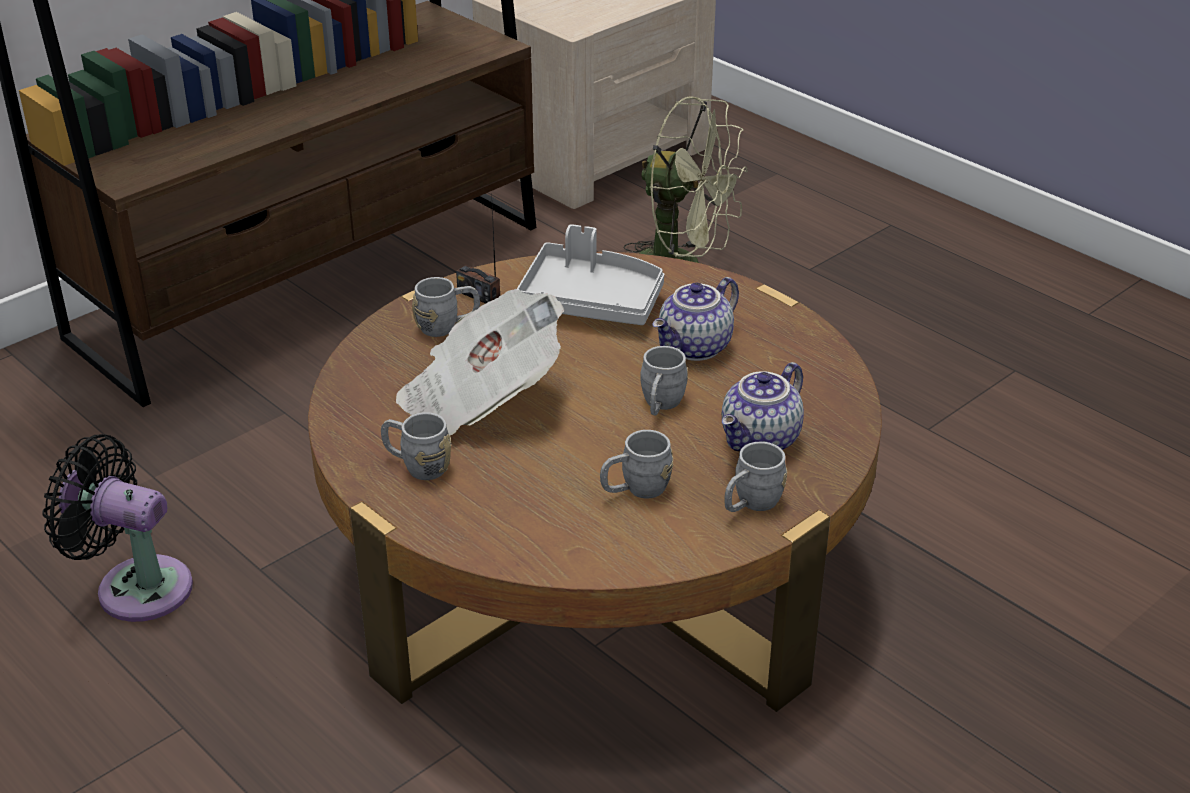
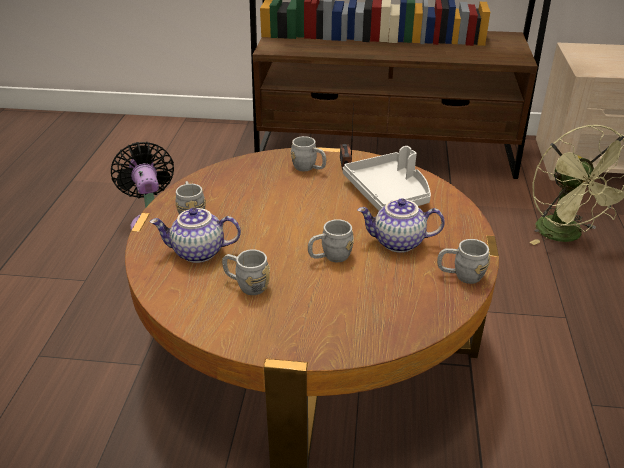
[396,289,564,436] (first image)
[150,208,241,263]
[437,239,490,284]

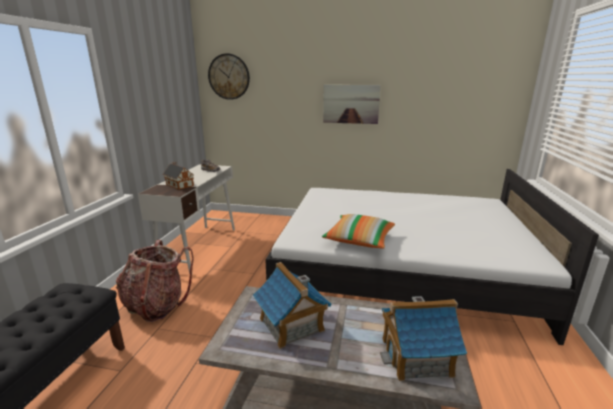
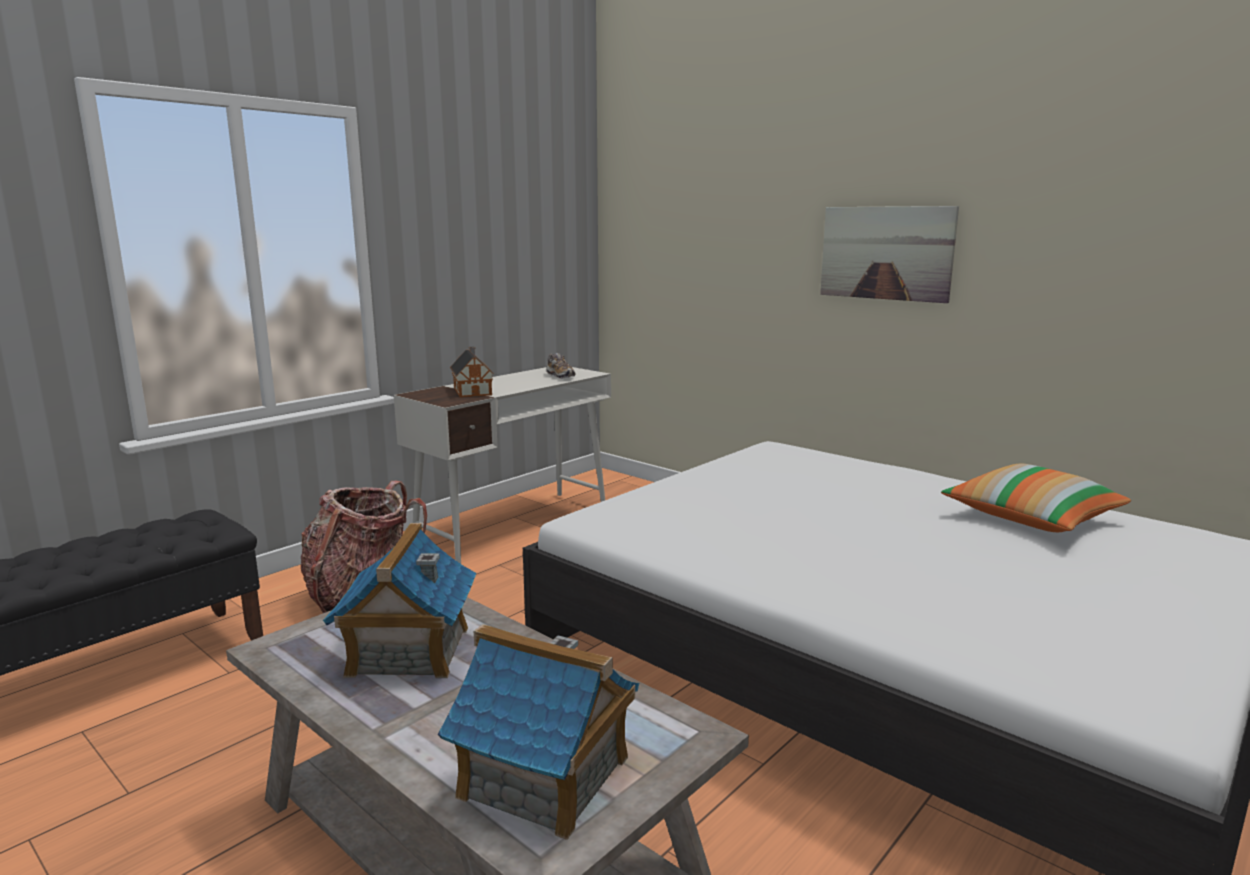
[208,53,250,100] (first image)
[941,464,1131,532]

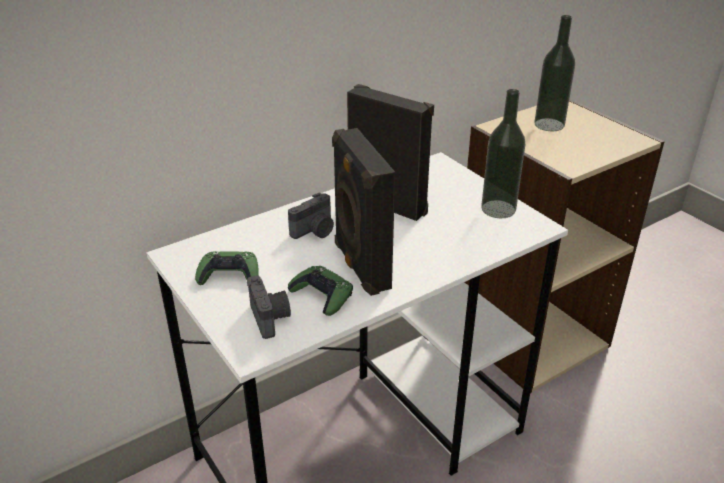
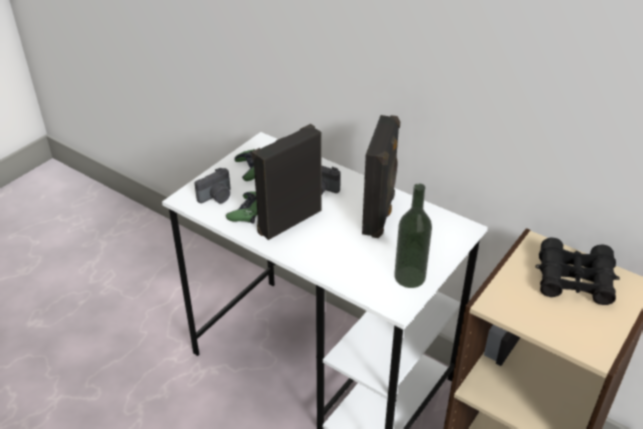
[535,238,620,305]

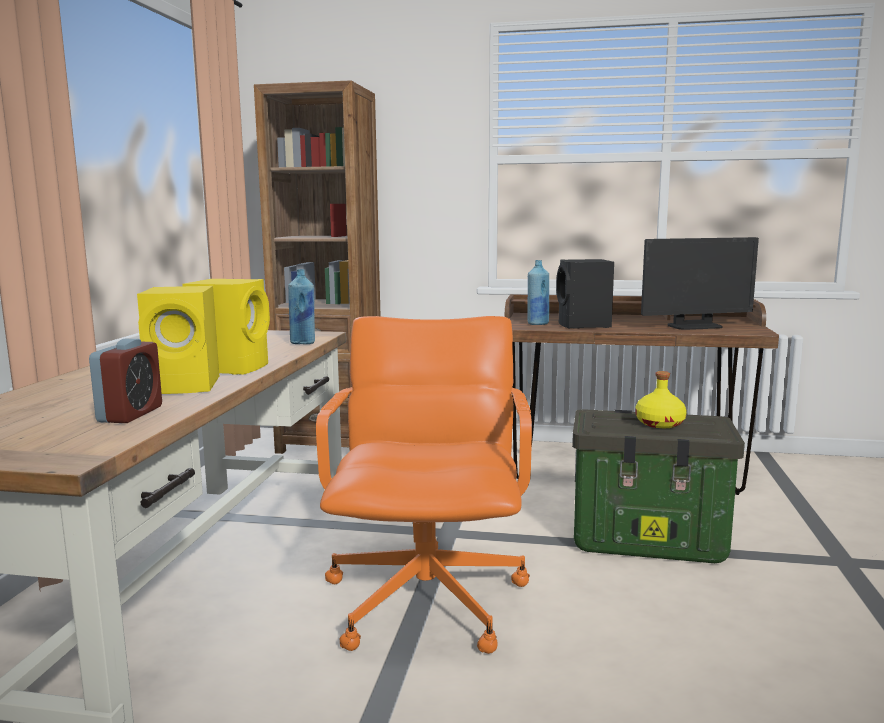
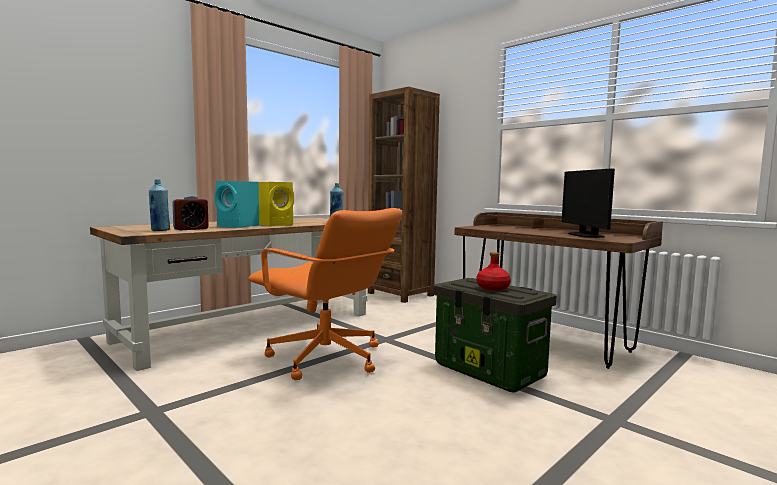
[556,259,614,329] (first image)
[149,180,170,231]
[214,181,259,228]
[477,252,511,291]
[248,208,402,380]
[562,168,615,238]

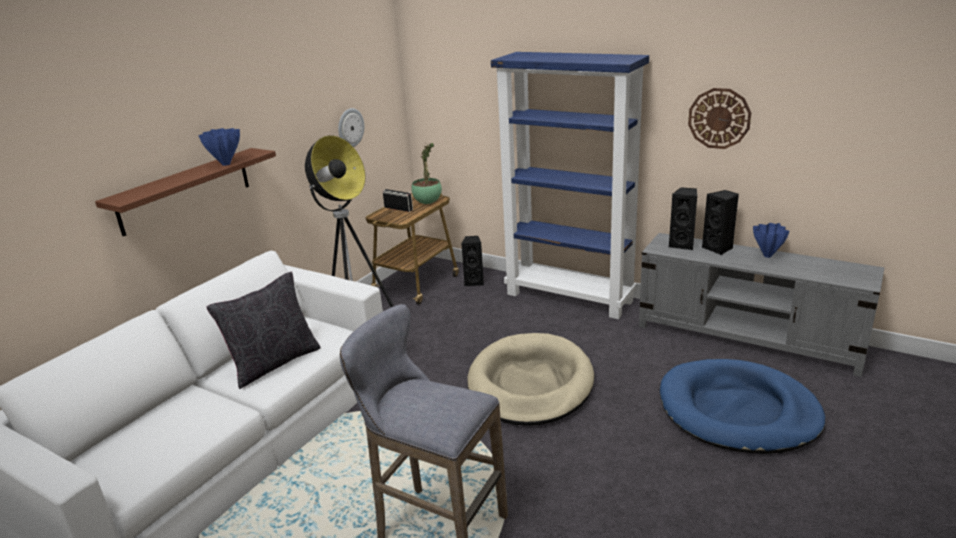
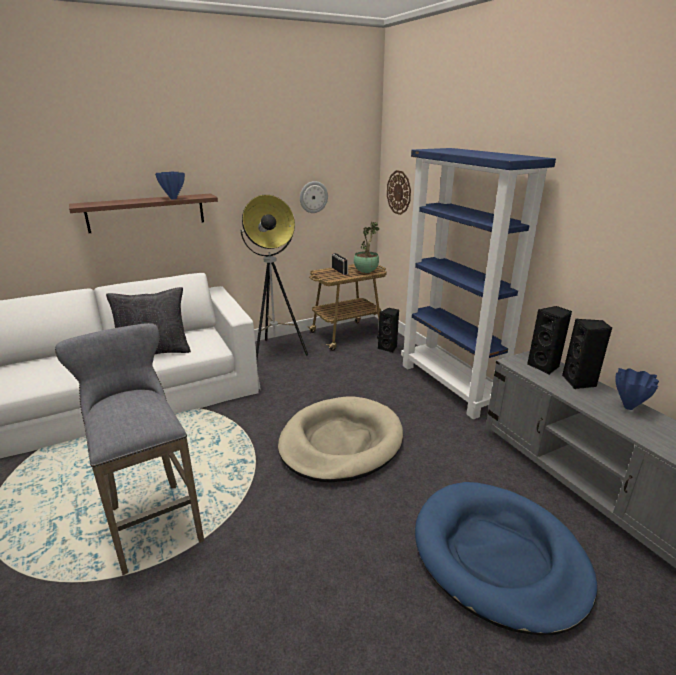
[387,170,411,215]

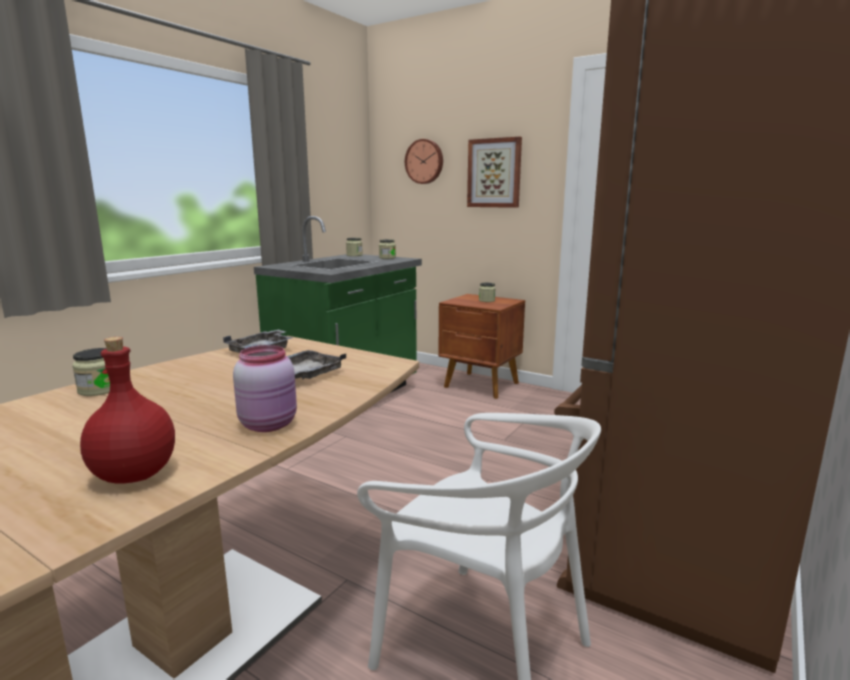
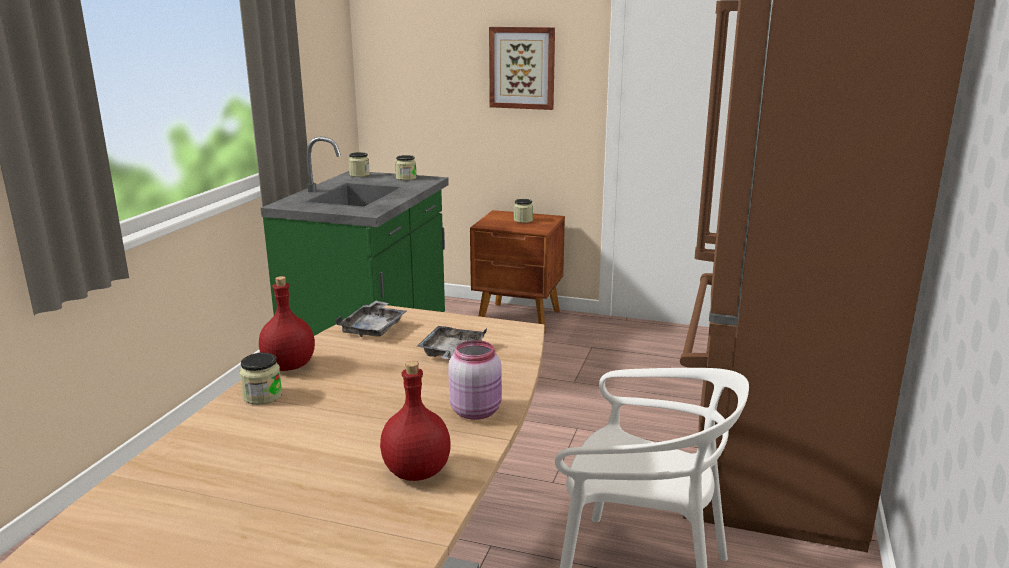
[405,139,443,184] (first image)
[259,276,315,371]

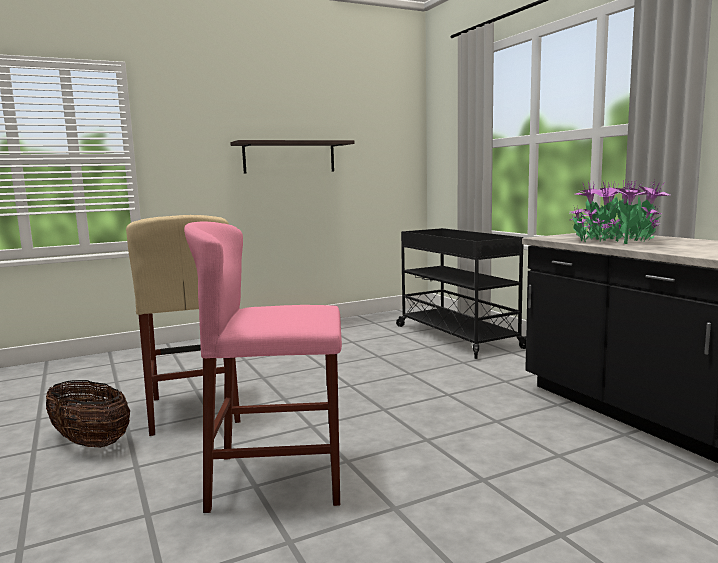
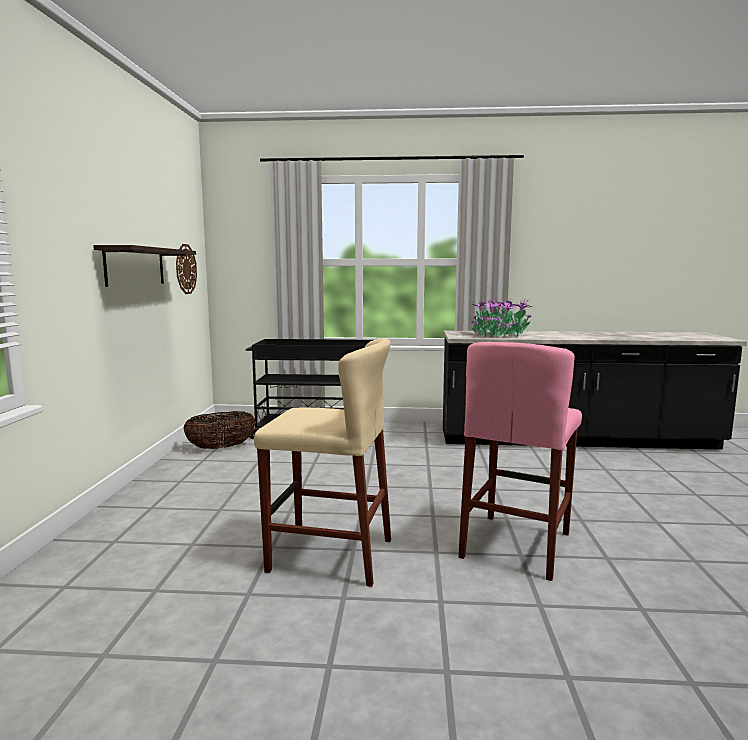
[176,244,197,294]
[183,411,256,449]

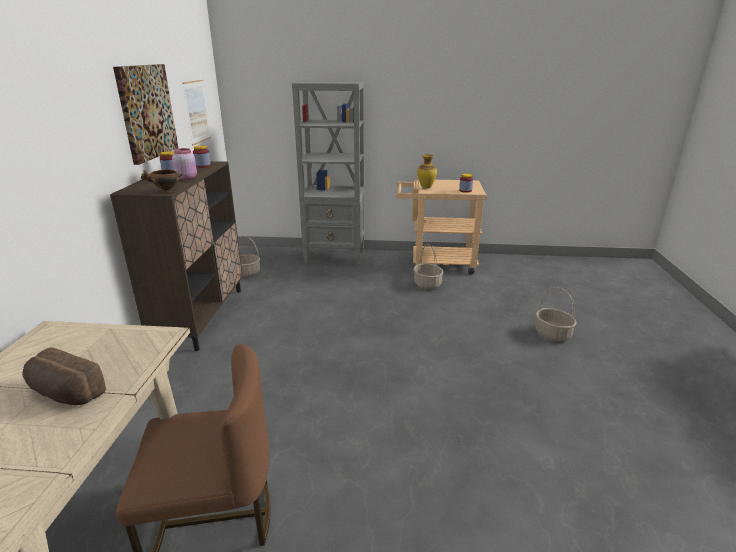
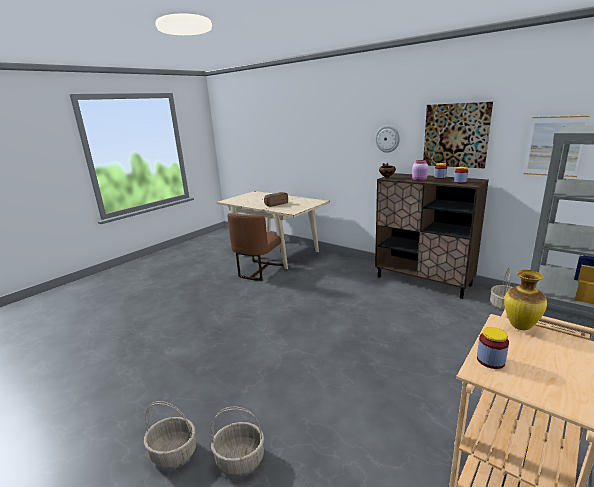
[375,125,400,153]
[144,401,196,467]

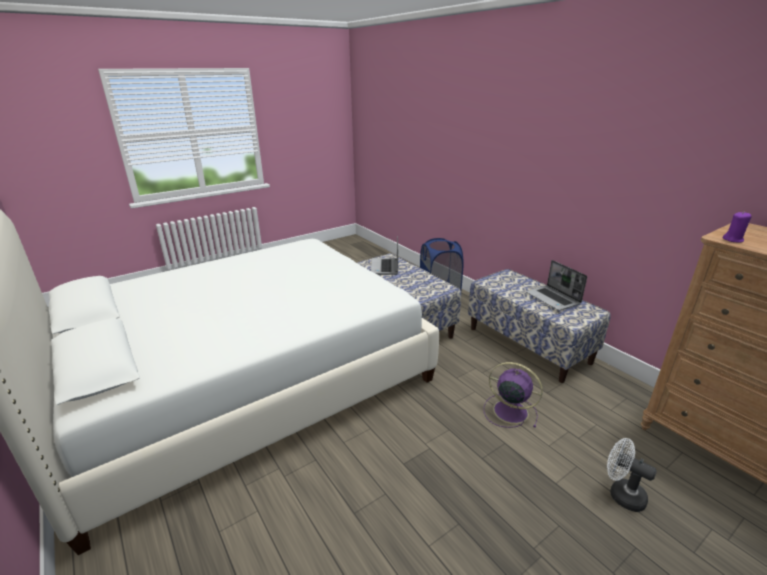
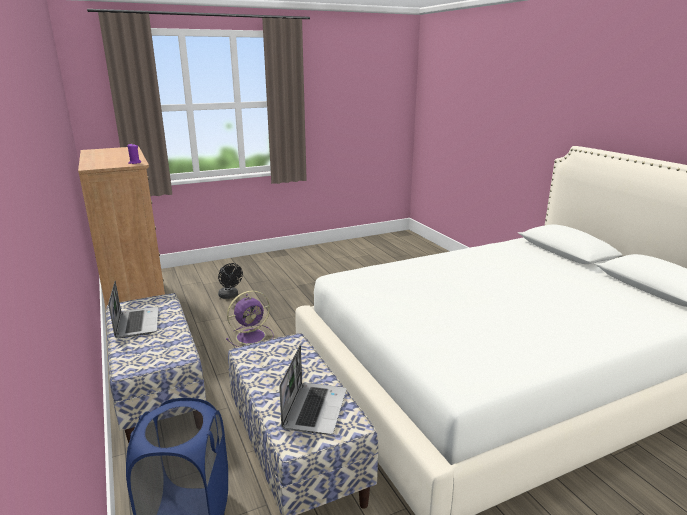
[218,263,243,299]
[226,290,274,347]

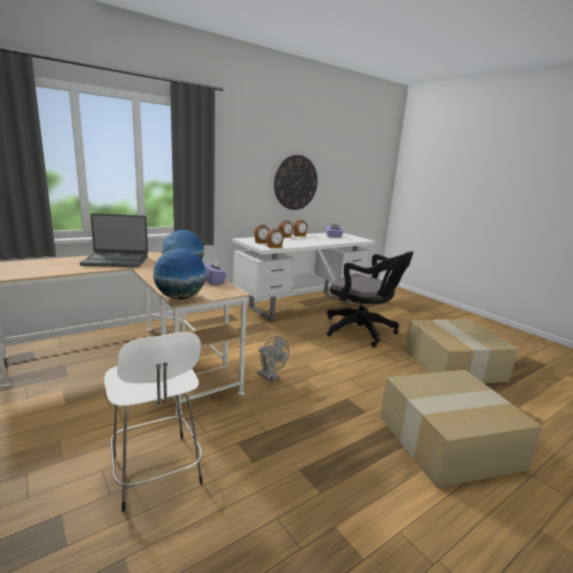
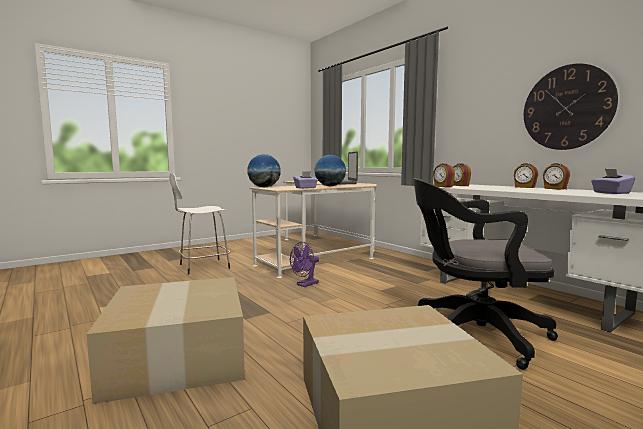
[290,242,319,287]
[413,178,558,370]

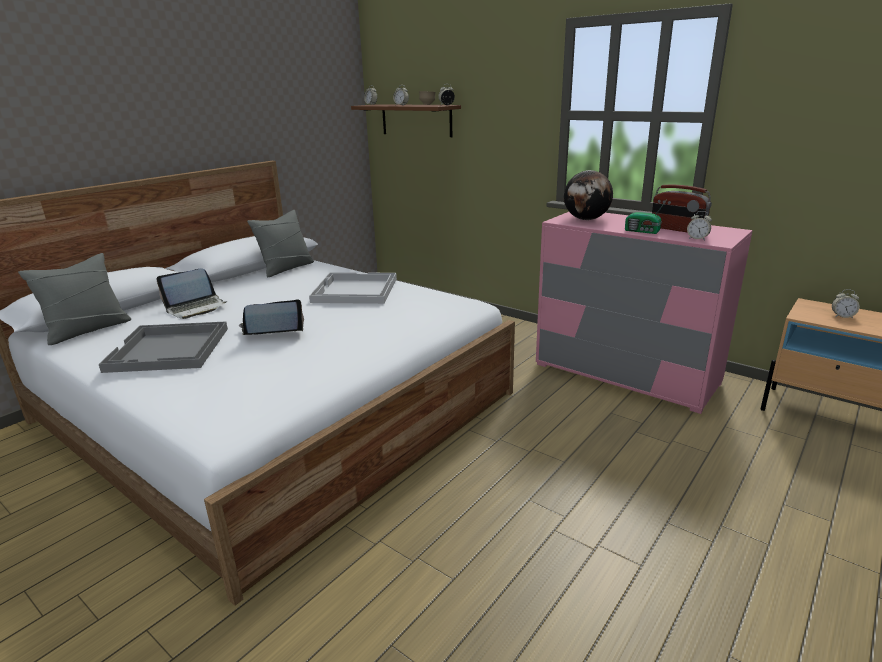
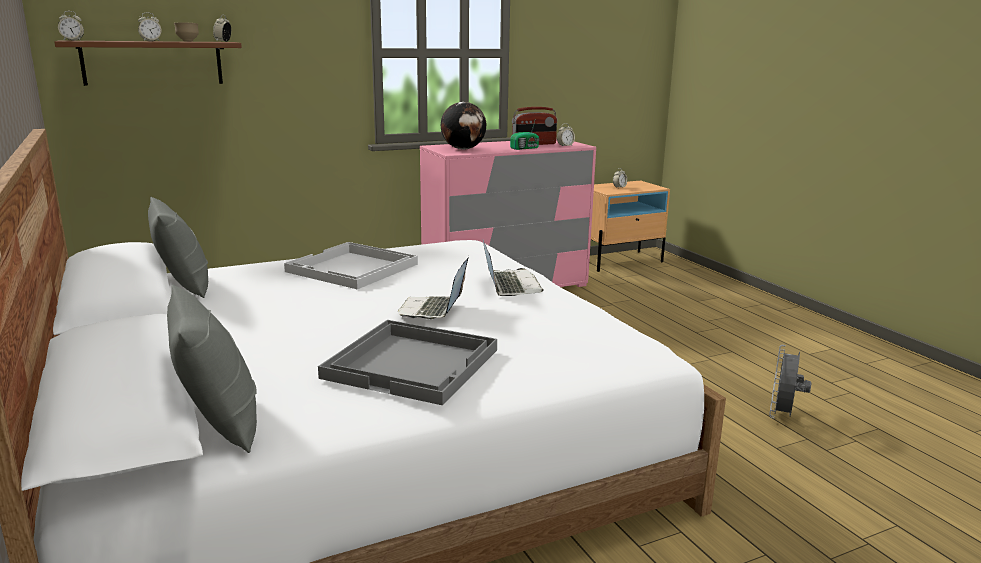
[769,345,812,419]
[483,240,544,296]

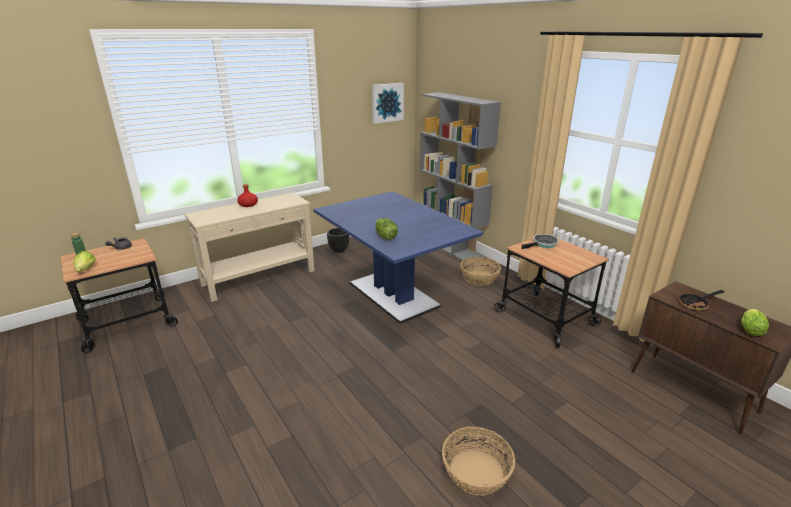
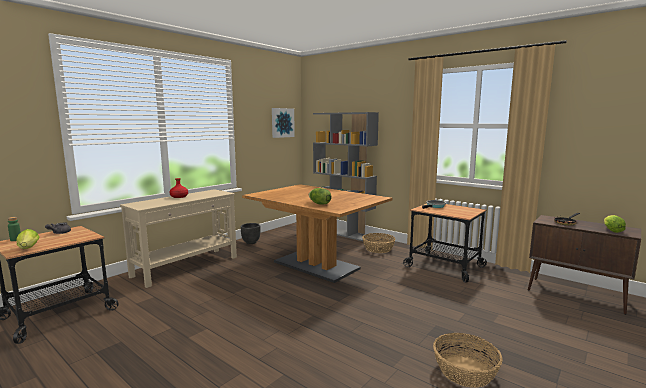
[242,184,392,283]

